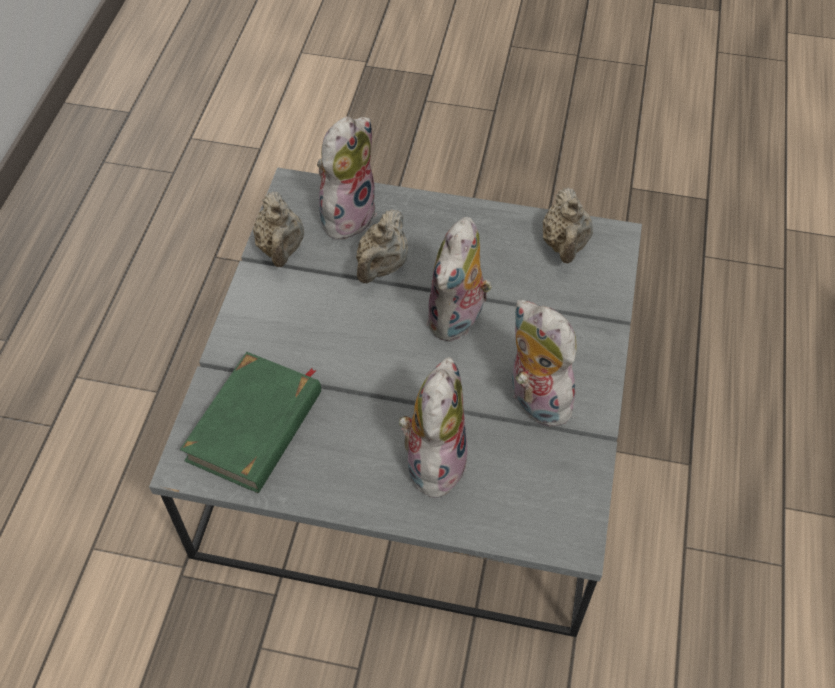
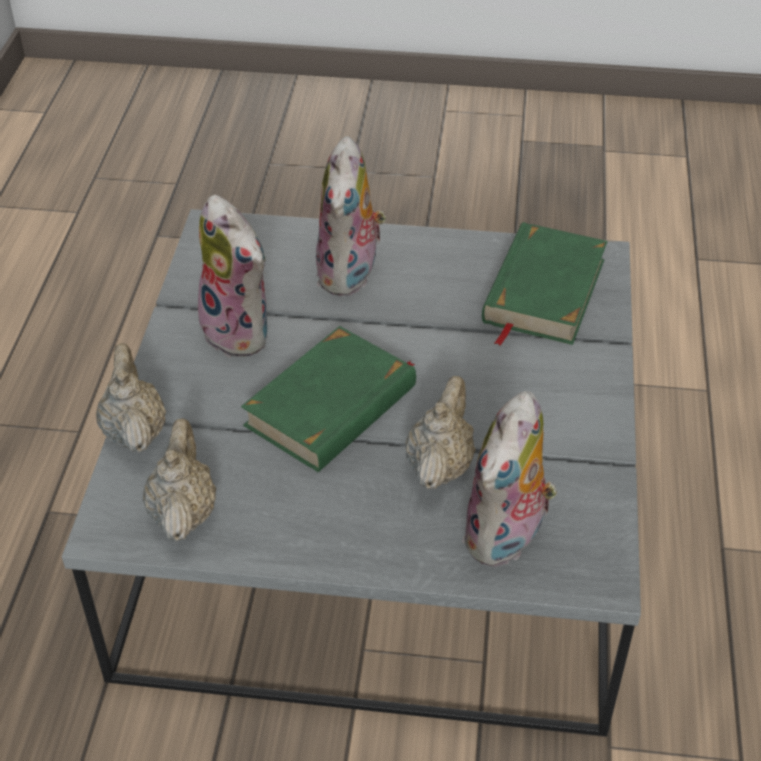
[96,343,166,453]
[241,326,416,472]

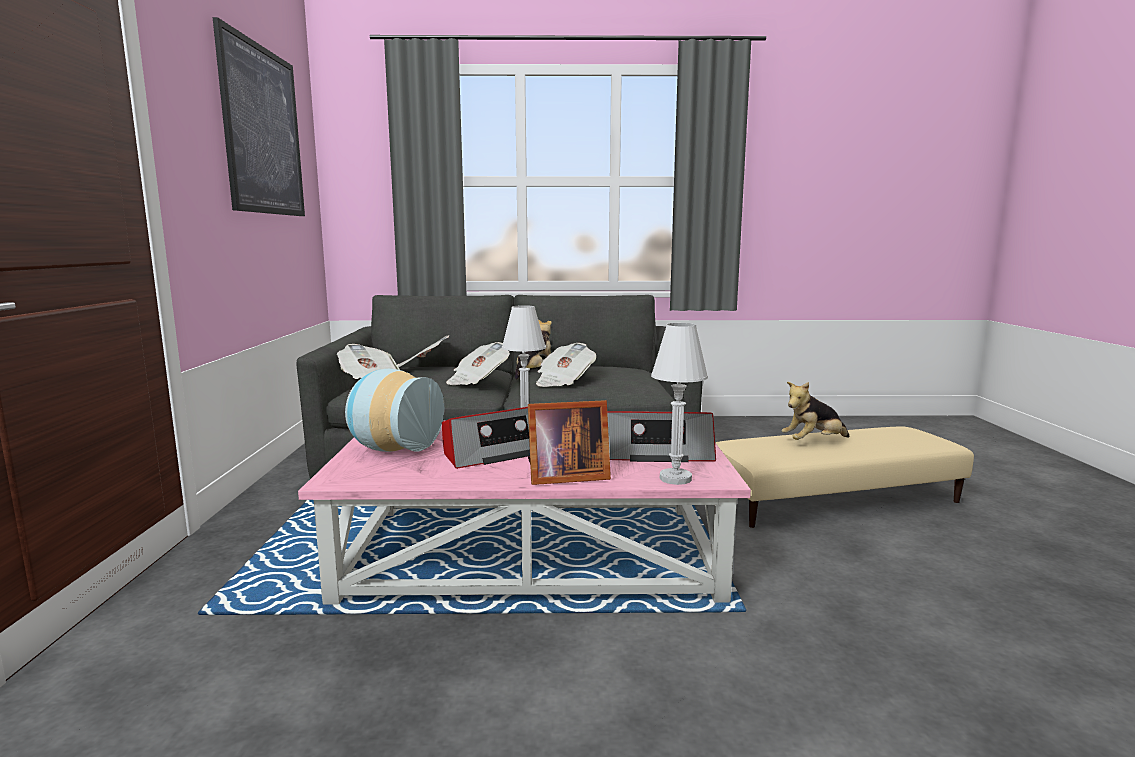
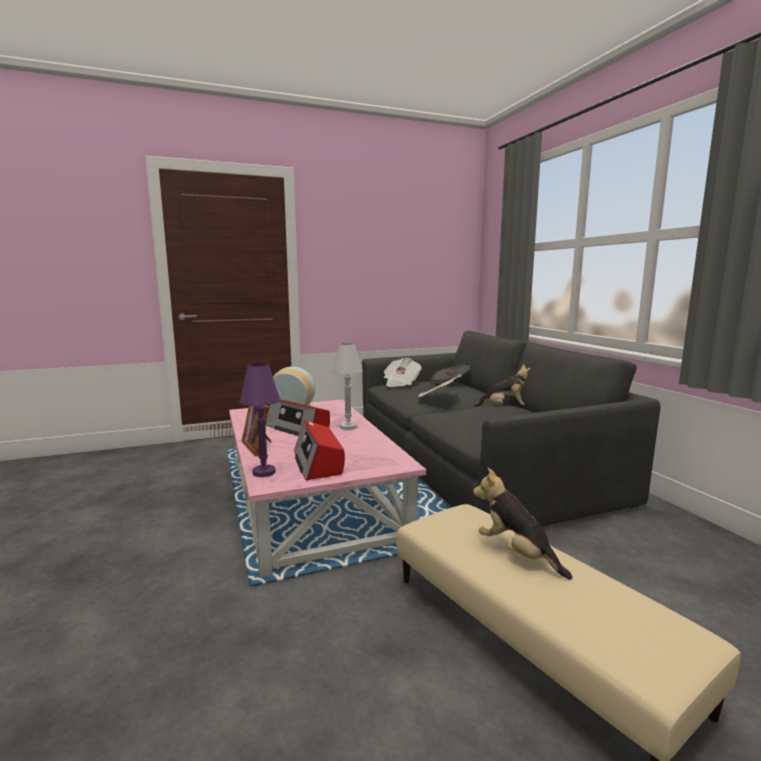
[213,17,305,216] (first image)
[536,343,596,387] (first image)
[240,363,280,477]

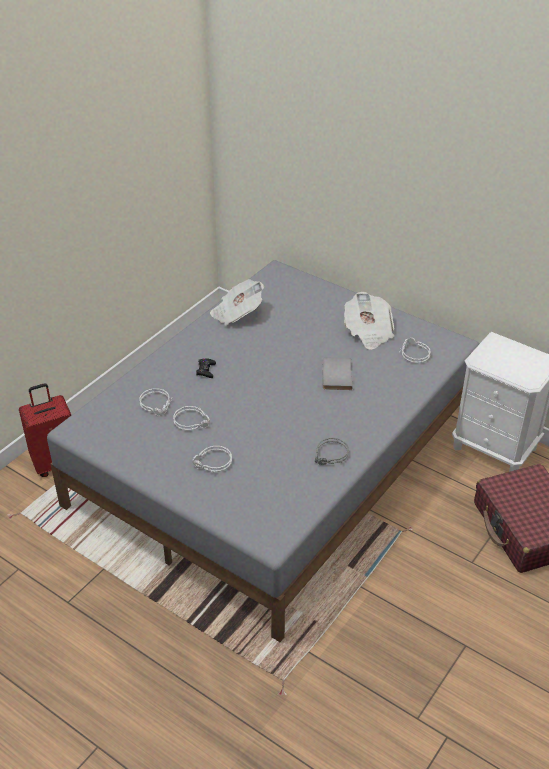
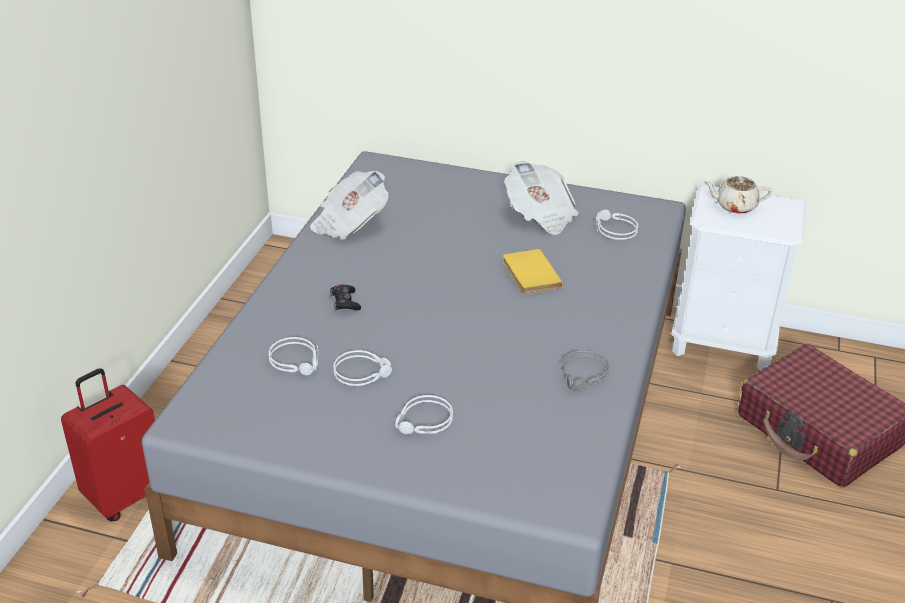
[704,176,772,214]
[503,249,563,294]

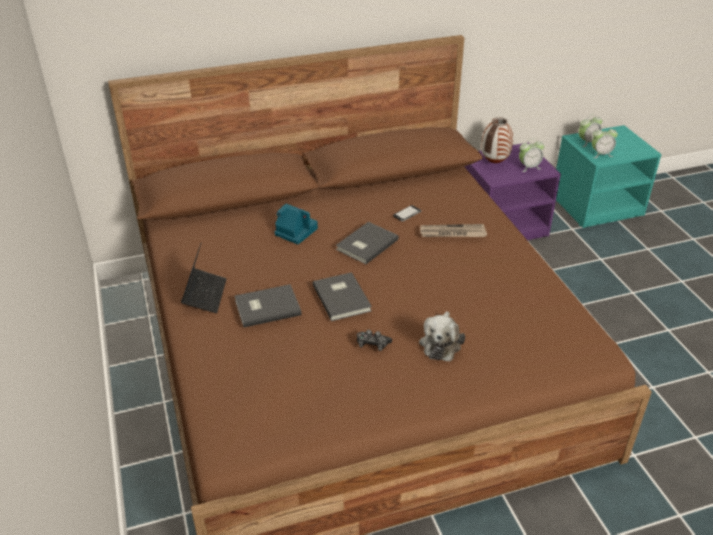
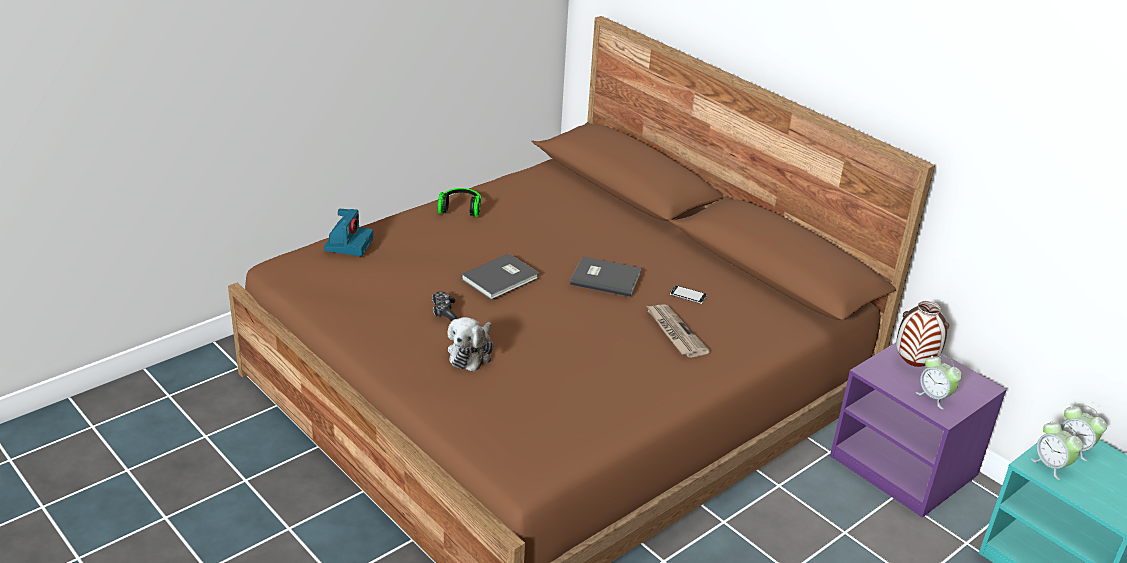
[235,284,302,327] (first image)
[324,209,373,256]
[438,188,481,217]
[447,317,494,372]

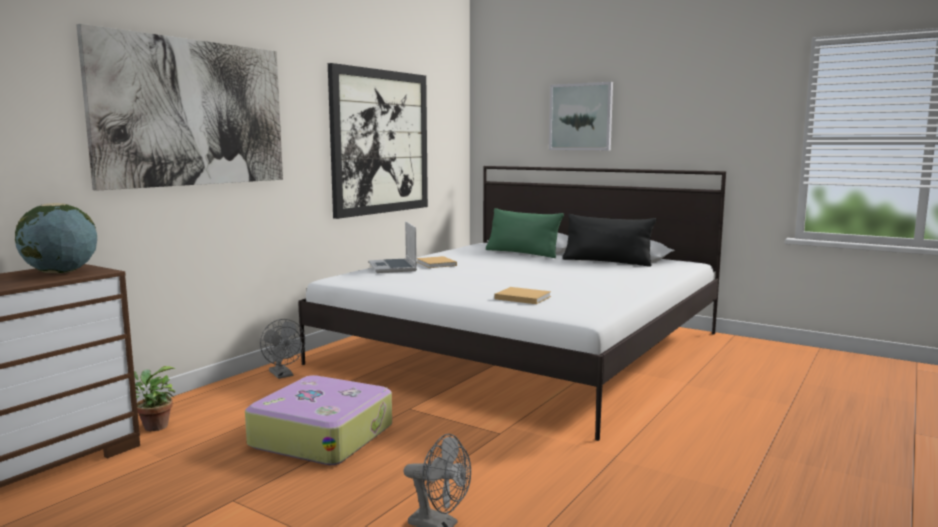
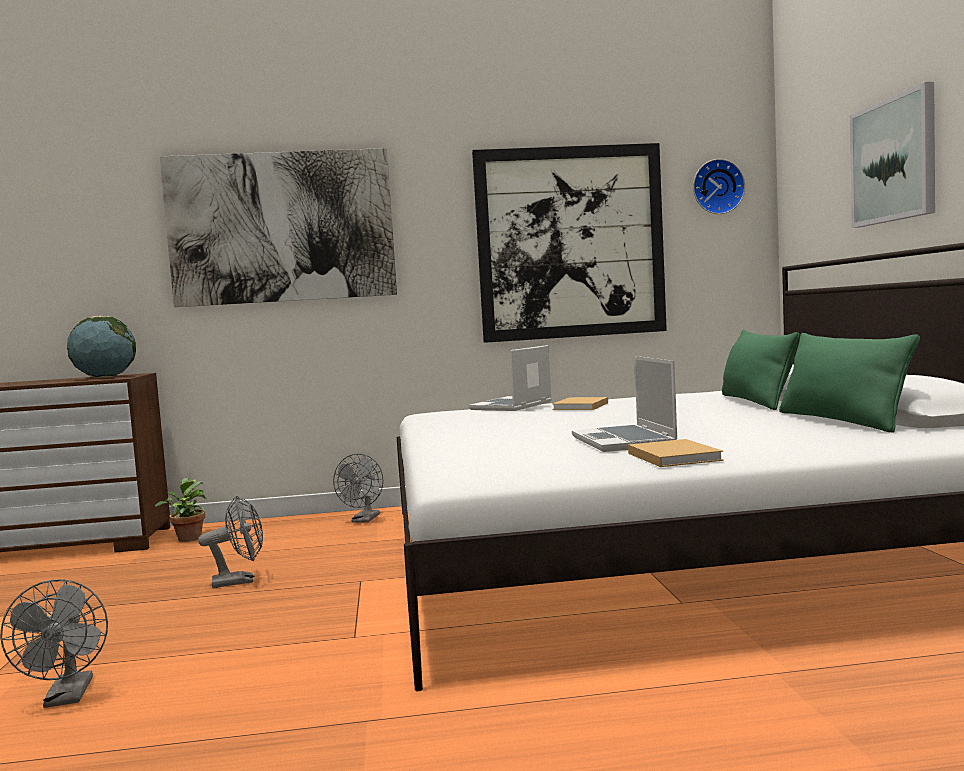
[572,356,677,452]
[693,159,745,214]
[628,439,724,467]
[198,496,263,588]
[779,333,920,433]

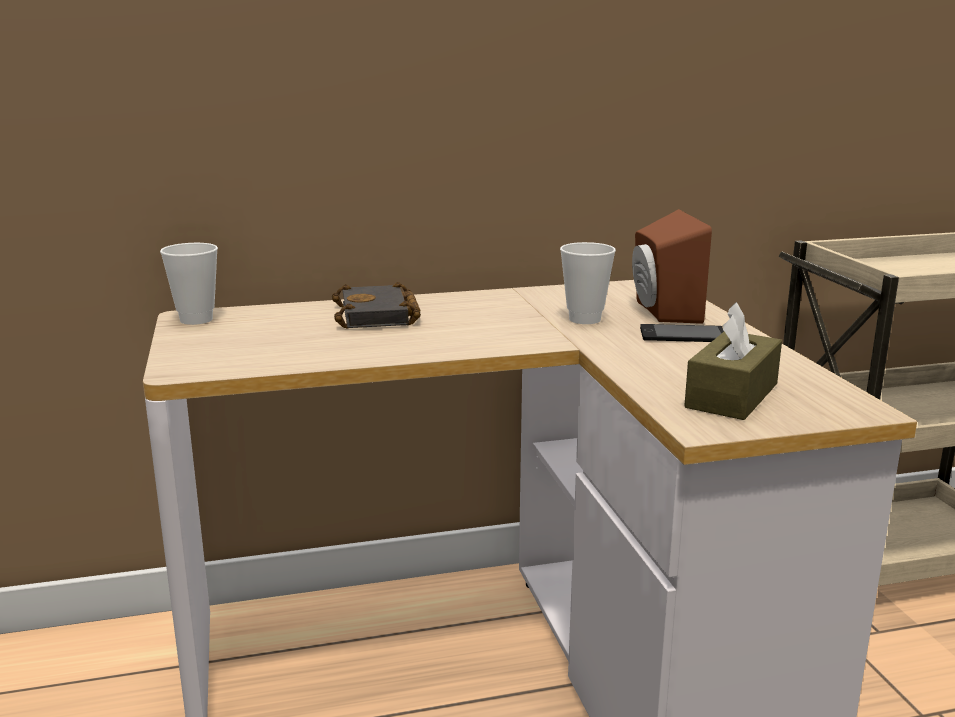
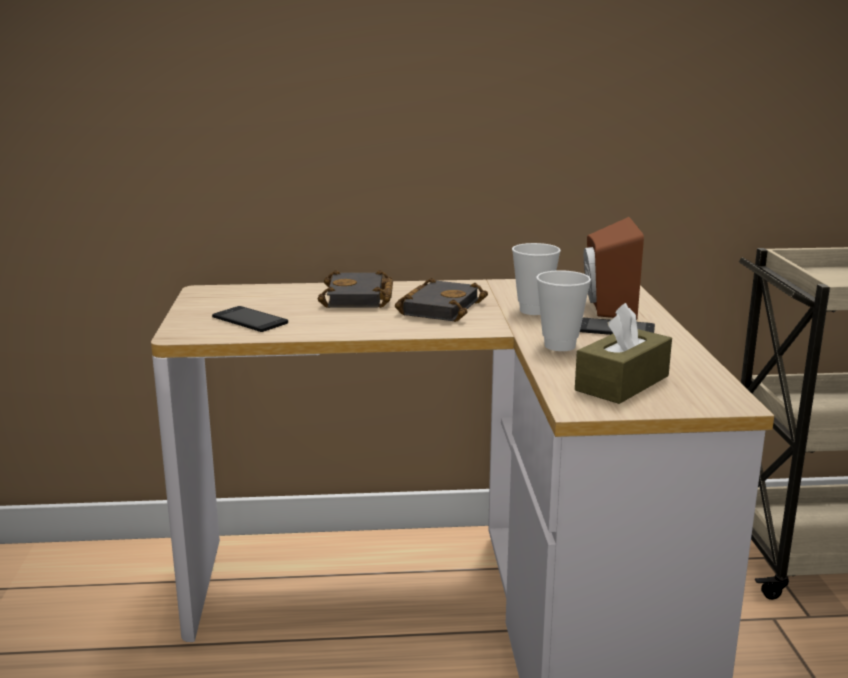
[212,306,288,332]
[395,278,488,322]
[536,270,591,351]

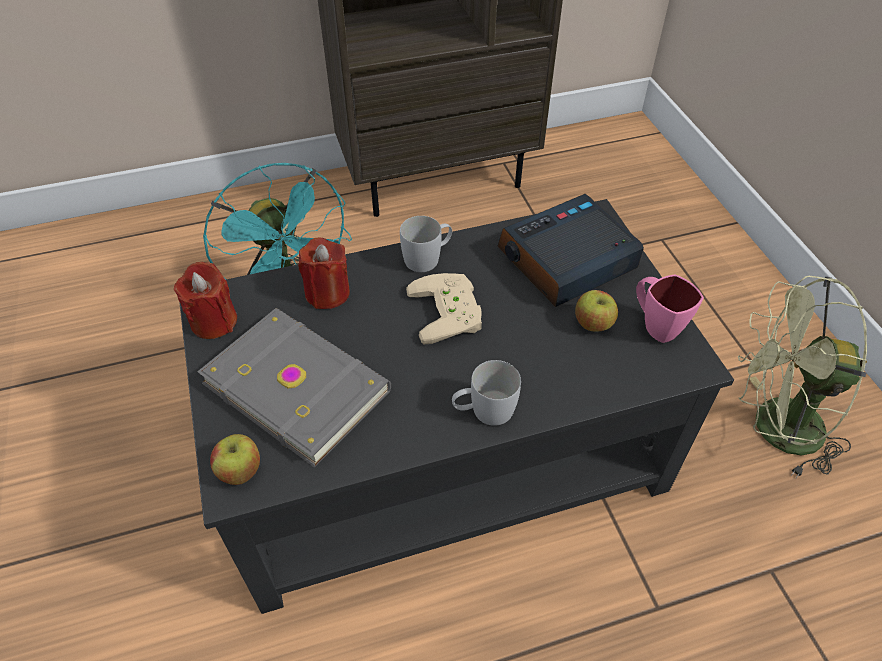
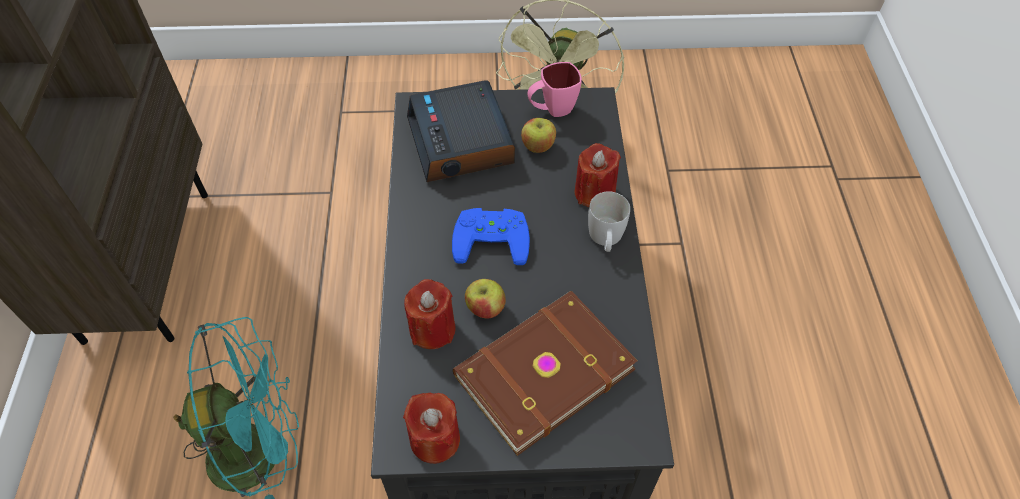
[400,216,452,272] (first image)
[574,143,621,207]
[465,279,506,318]
[453,291,637,456]
[452,208,530,265]

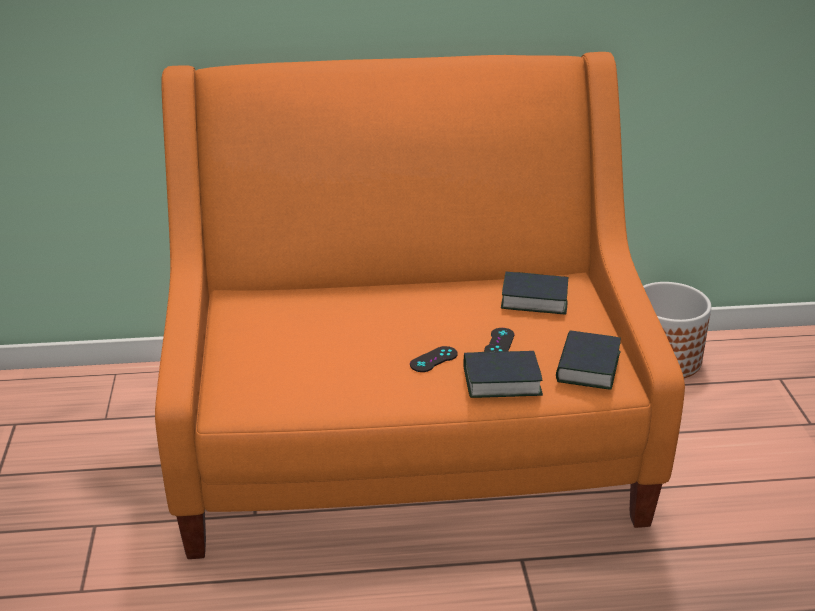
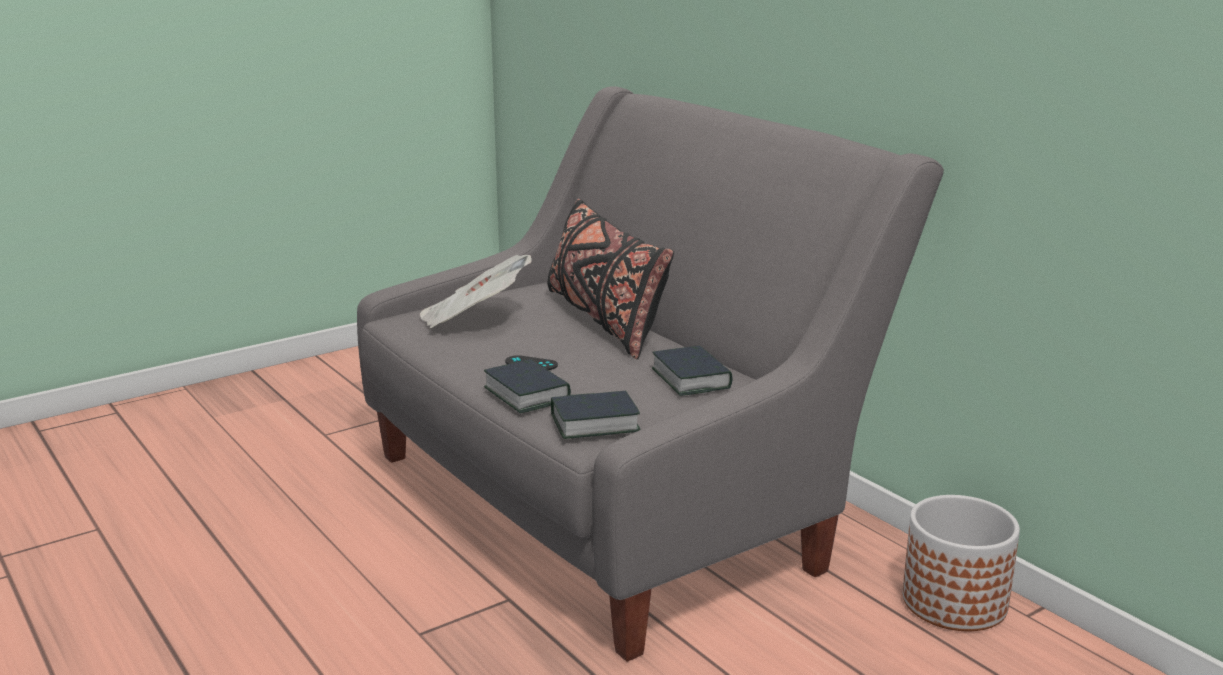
[484,328,514,352] (first image)
[420,255,532,328]
[547,199,674,359]
[357,86,944,662]

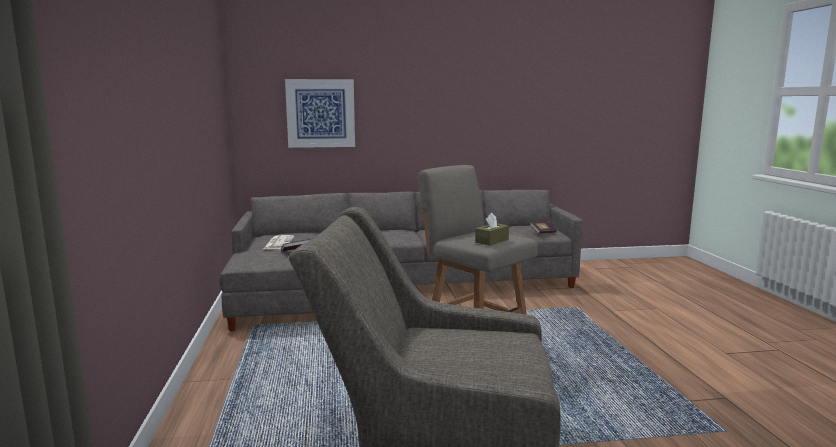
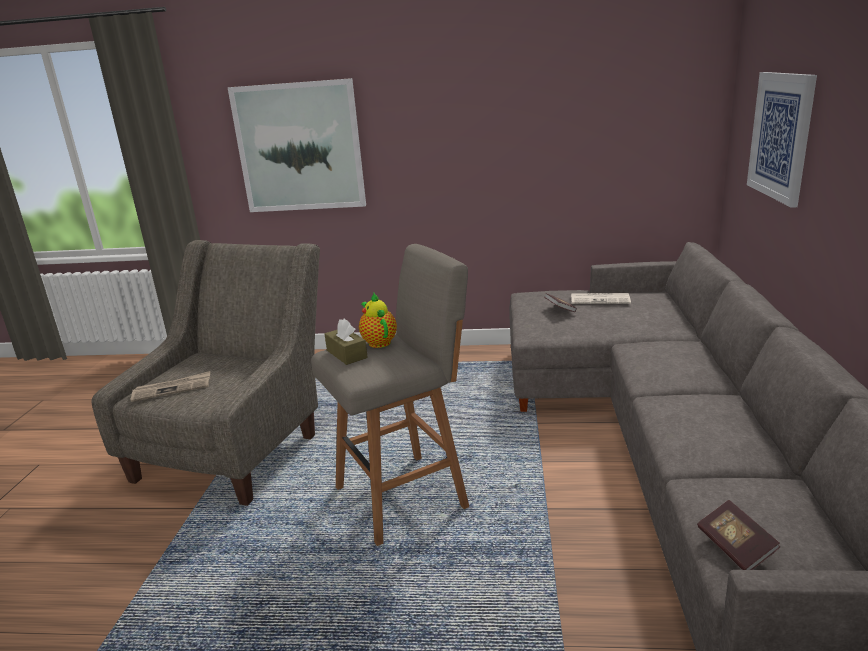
[130,371,210,402]
[227,78,366,212]
[359,293,397,348]

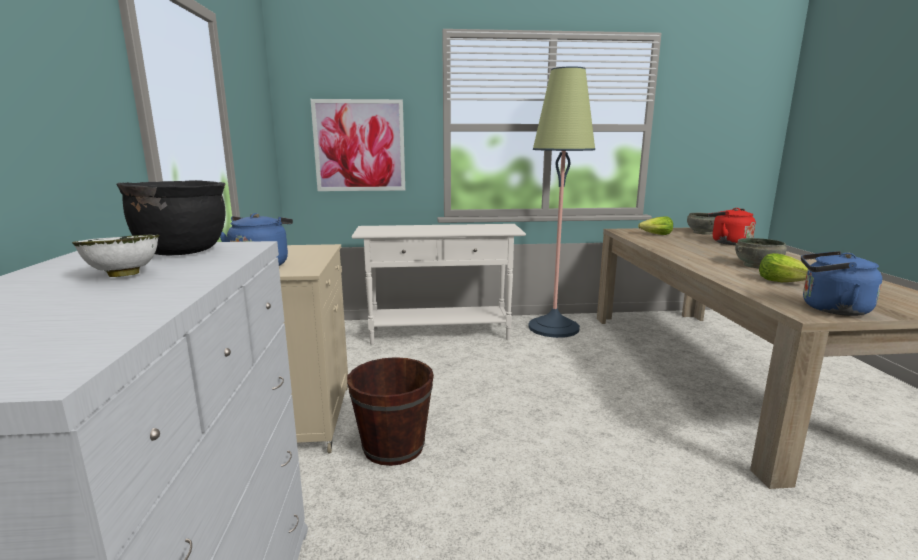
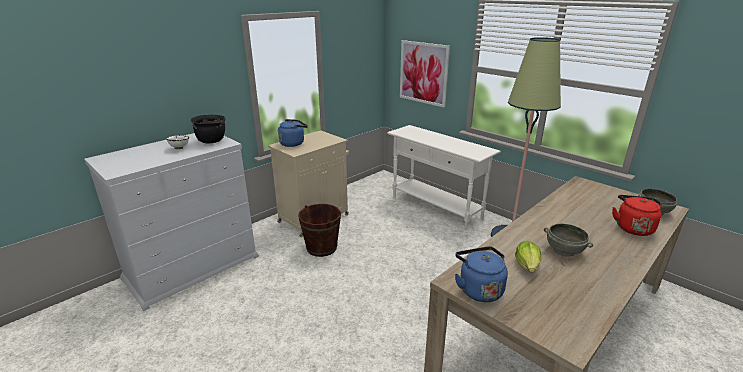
[638,216,673,235] (first image)

